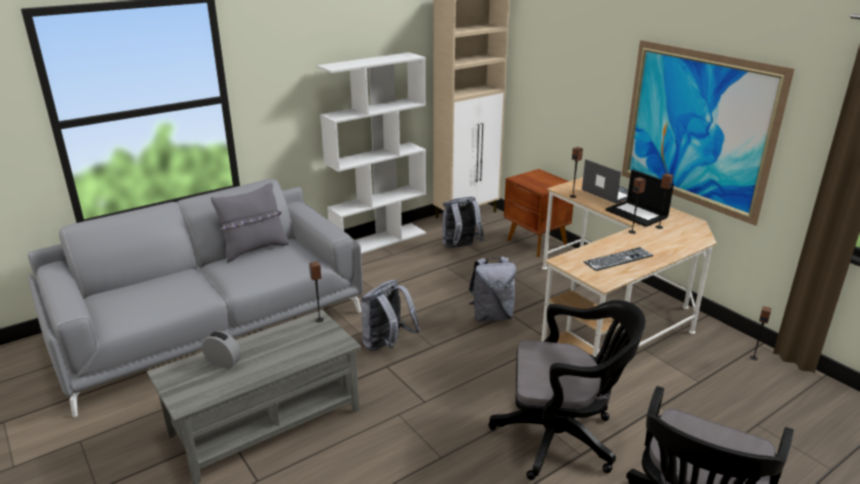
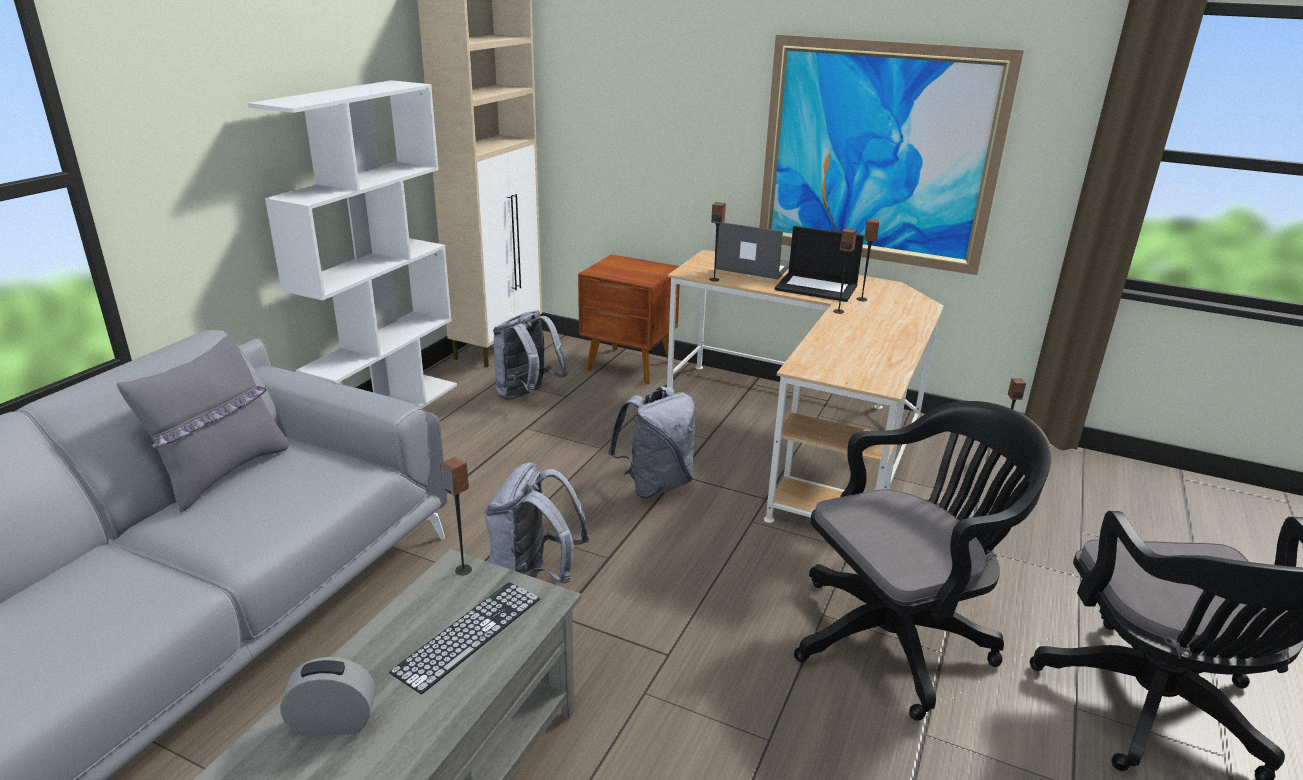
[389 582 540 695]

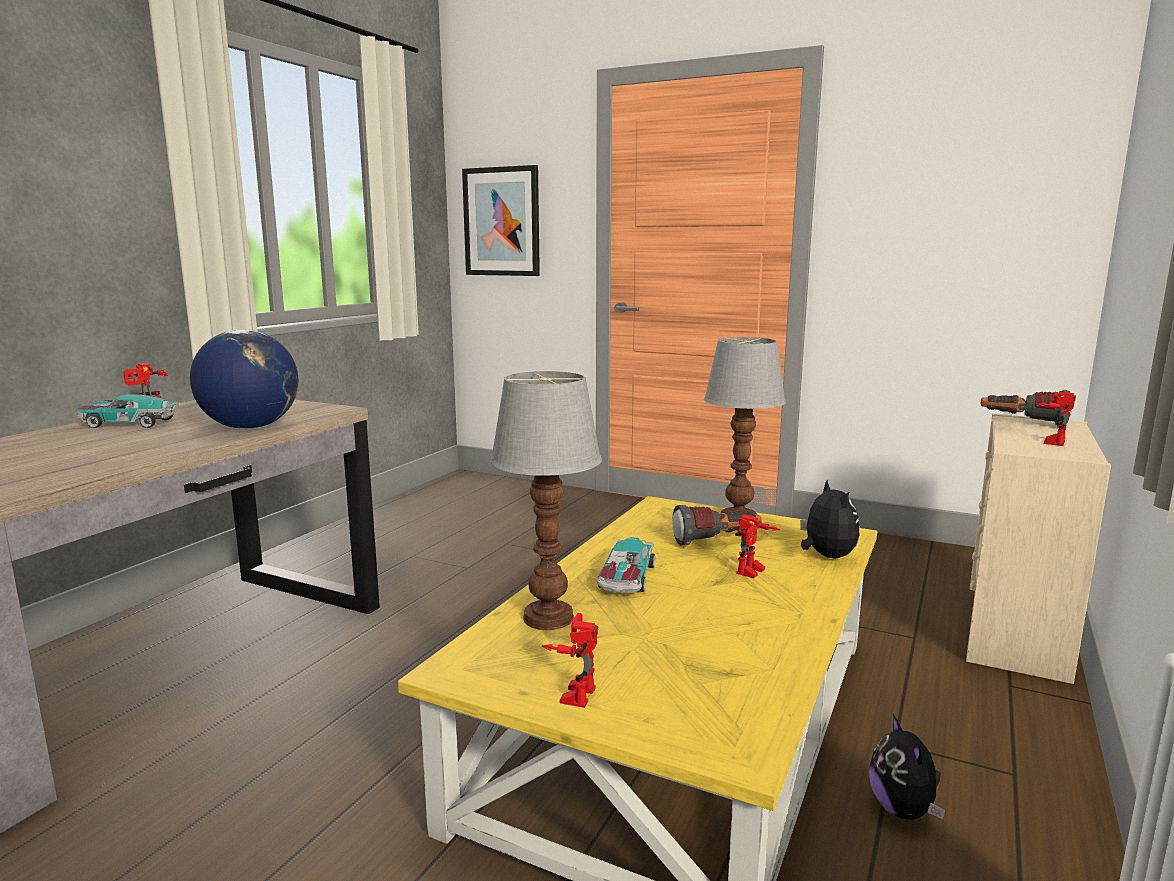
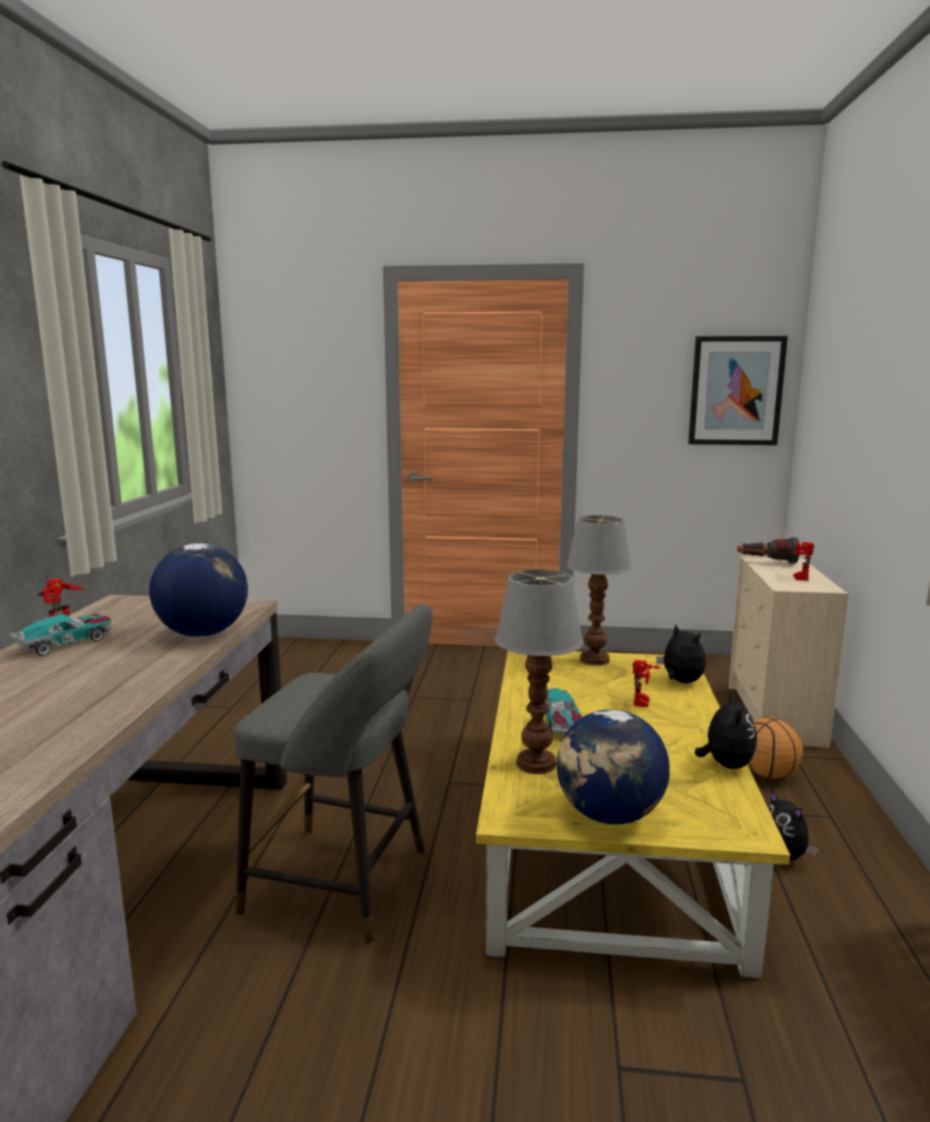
[673 505 762 545] (first image)
[234 604 432 944]
[695 691 757 769]
[747 717 803 778]
[688 336 788 445]
[557 709 670 825]
[10 614 112 656]

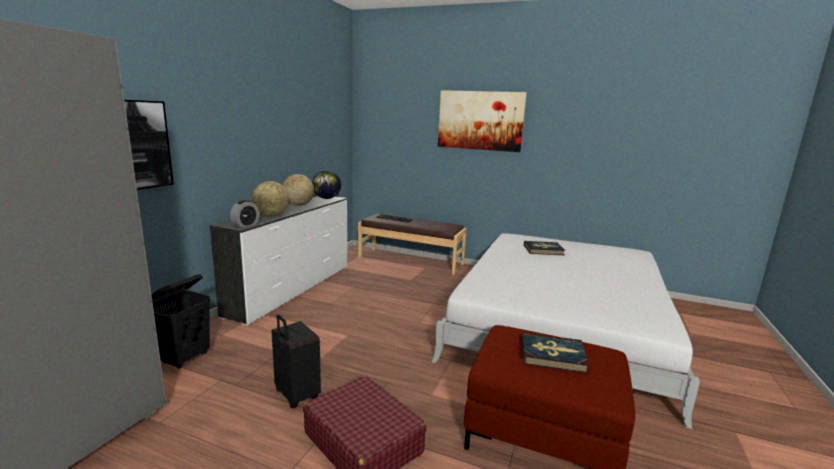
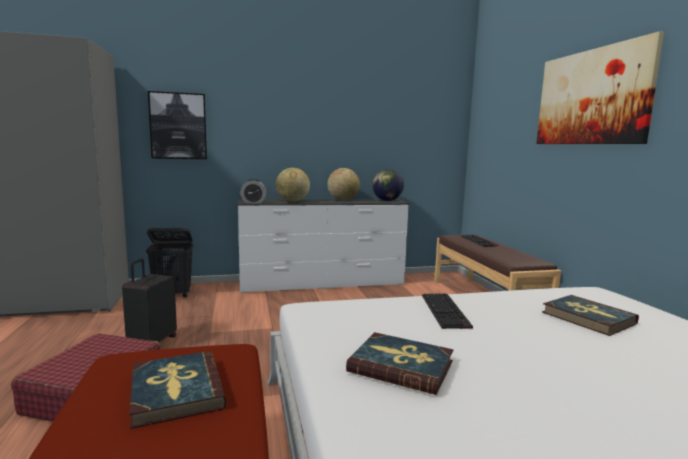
[346 332 454 395]
[422 293 473 329]

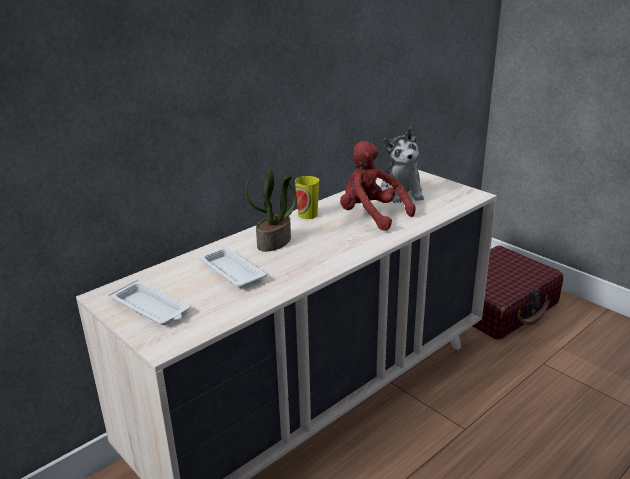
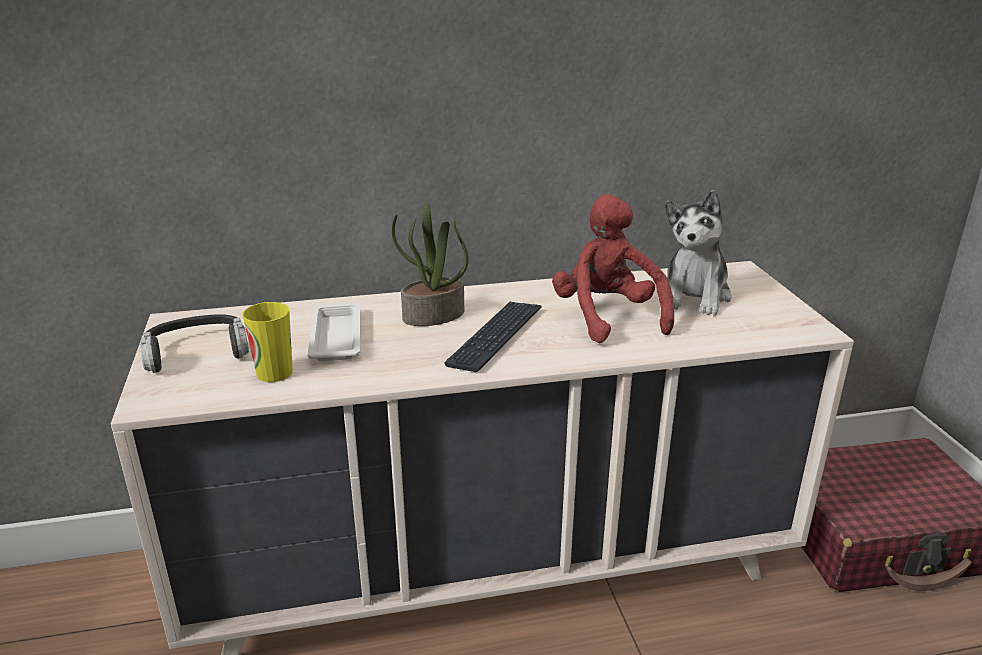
[444 302 541 372]
[242 302 293 382]
[140 314 249 373]

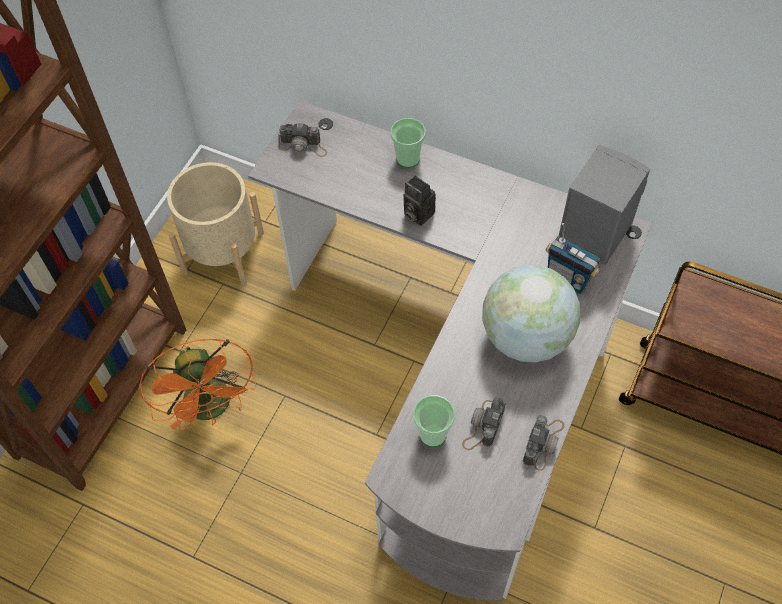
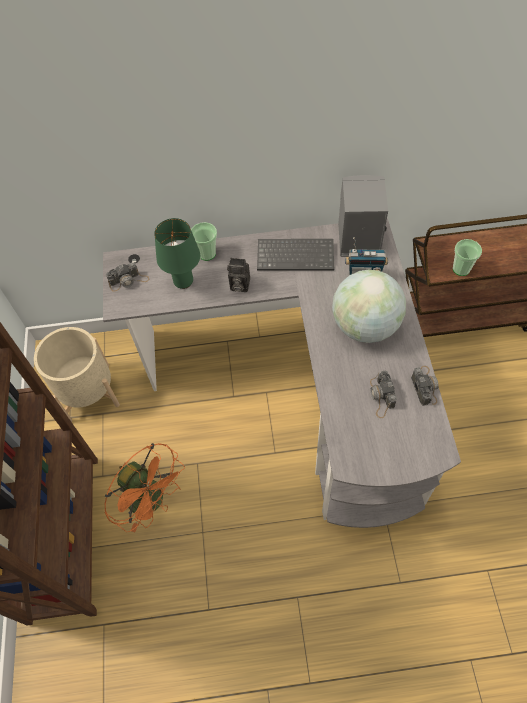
[154 218 200 289]
[257 239 334 271]
[453 239 482 276]

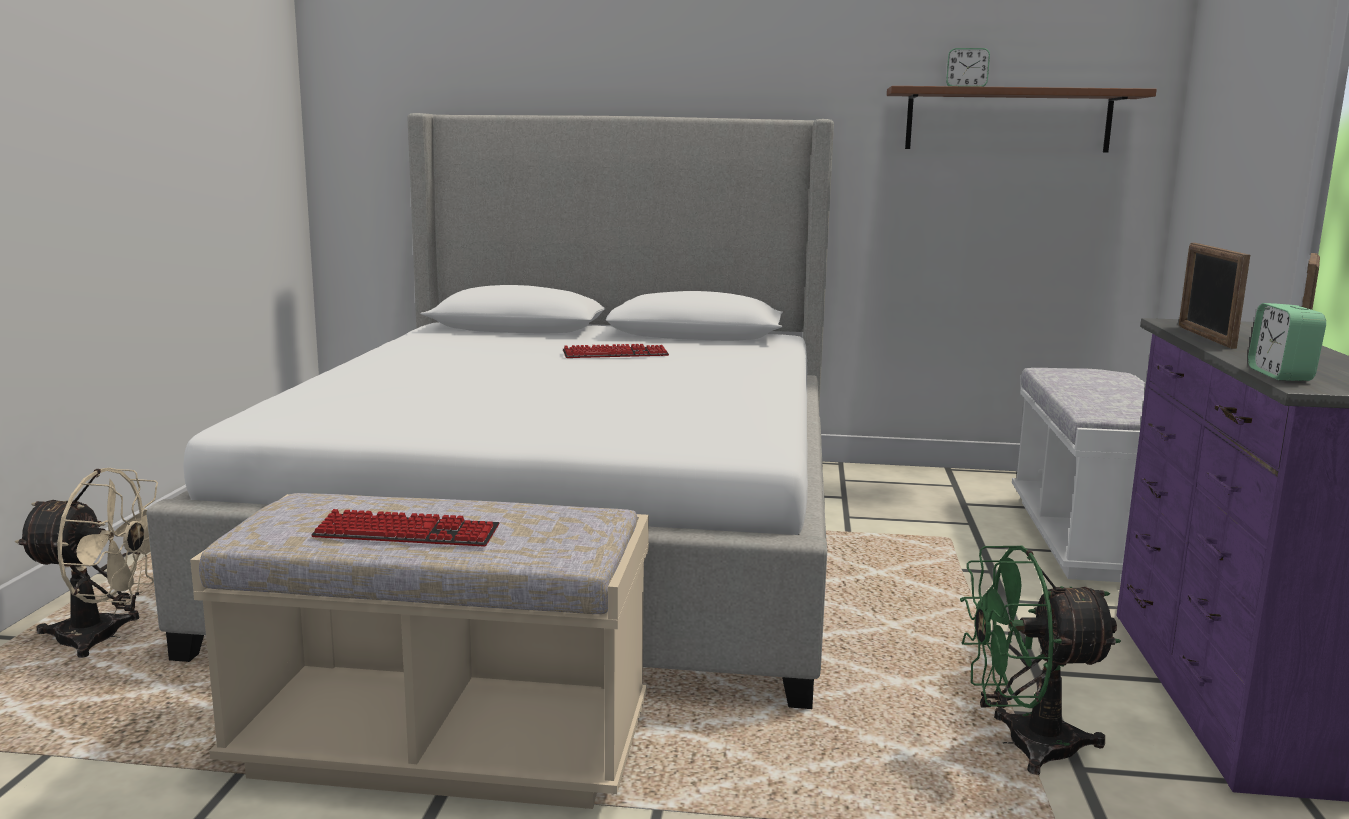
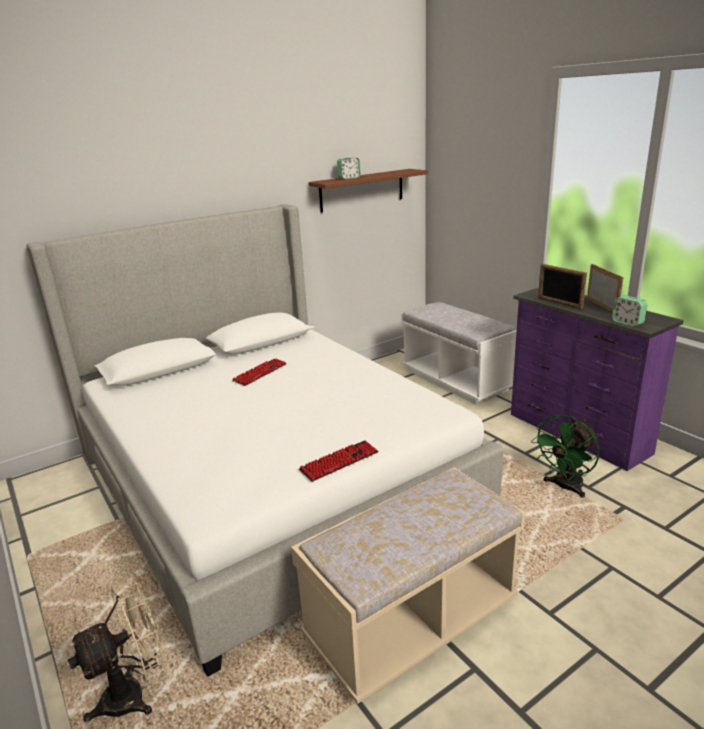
[299 440 378 482]

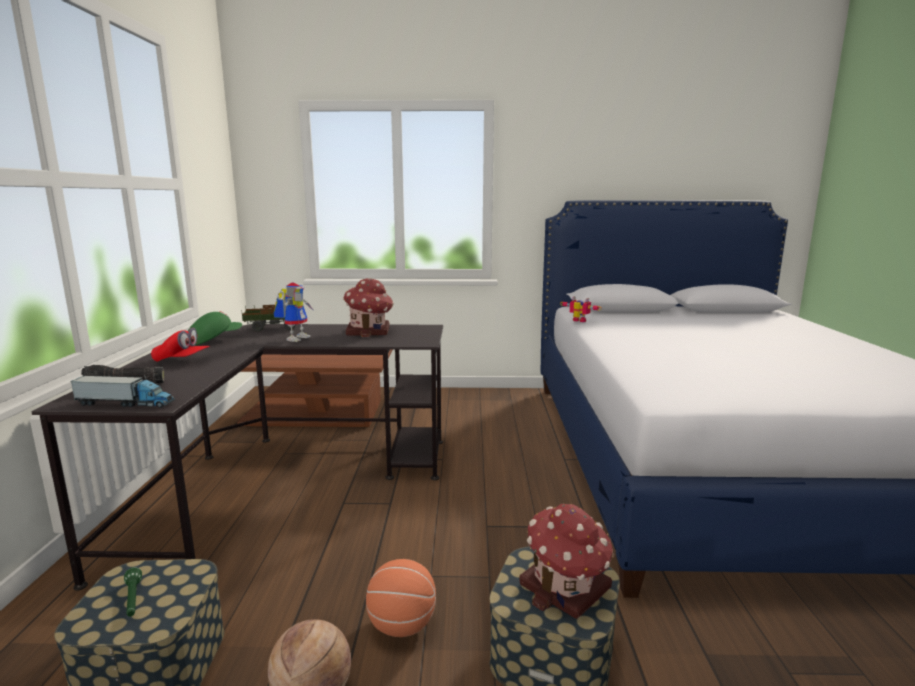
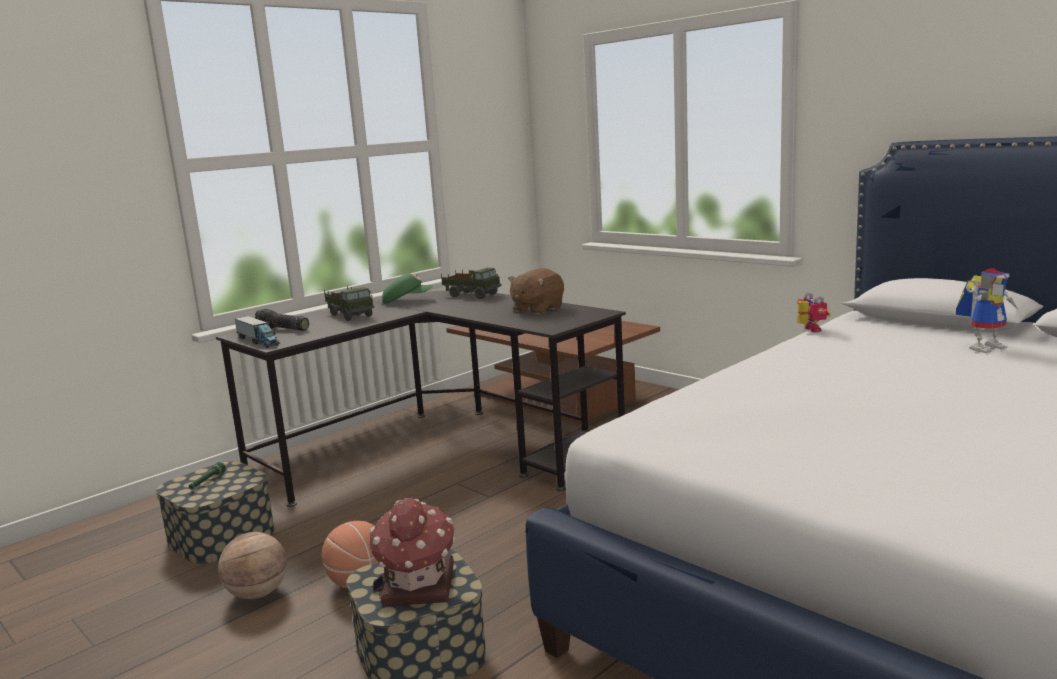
[956 268 1019 353]
[324 286 374 321]
[508 268 564 315]

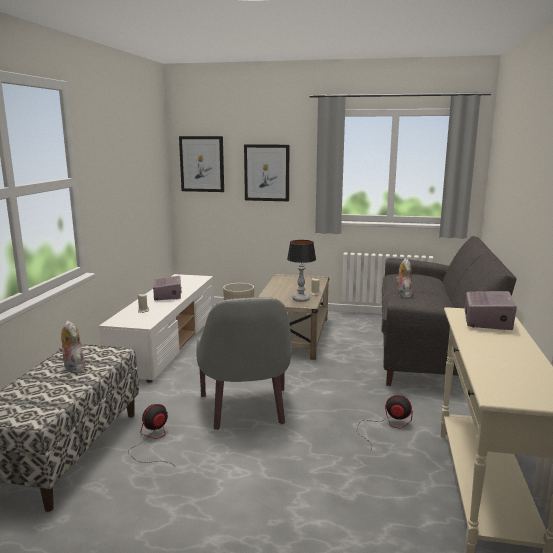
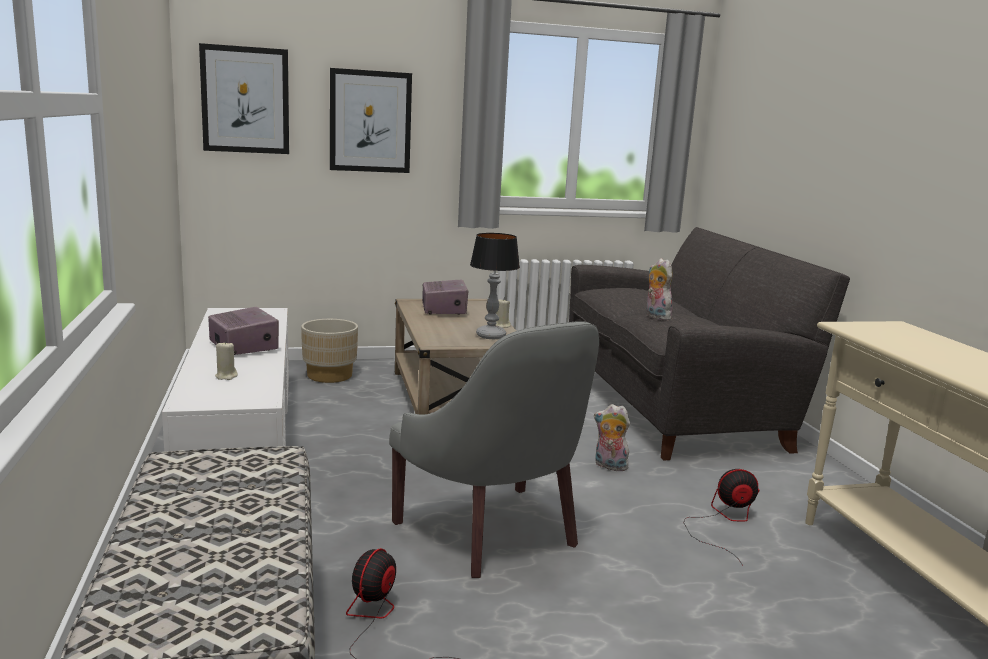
[594 404 630 471]
[422 280 468 315]

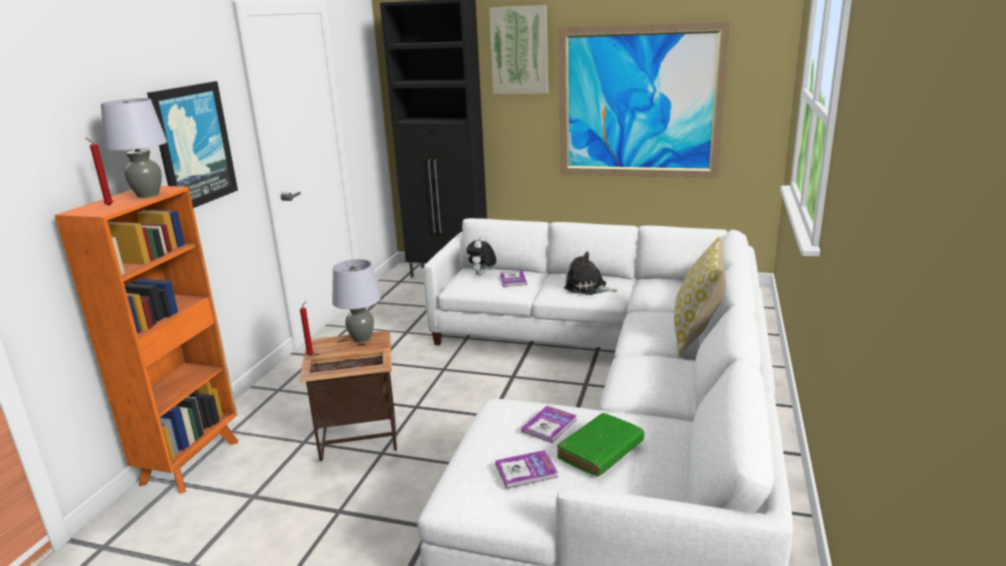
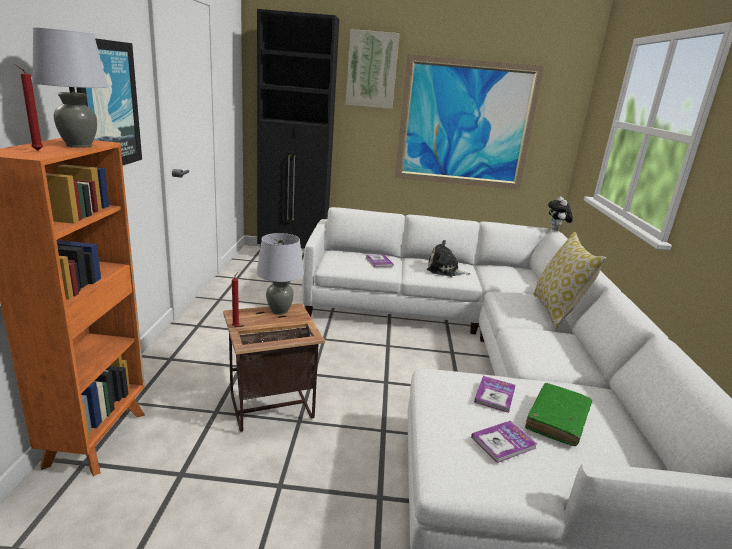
[548 197 573 230]

